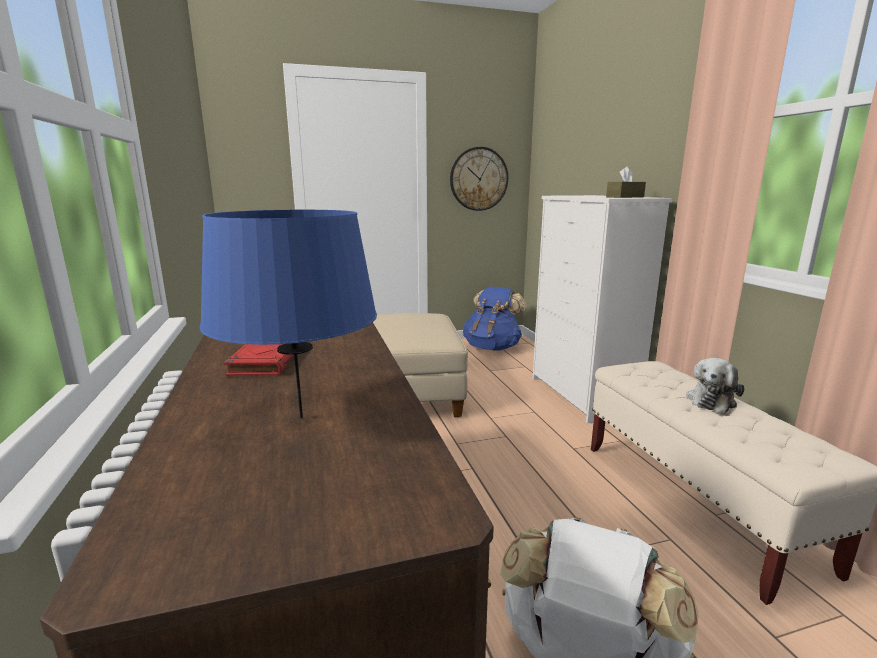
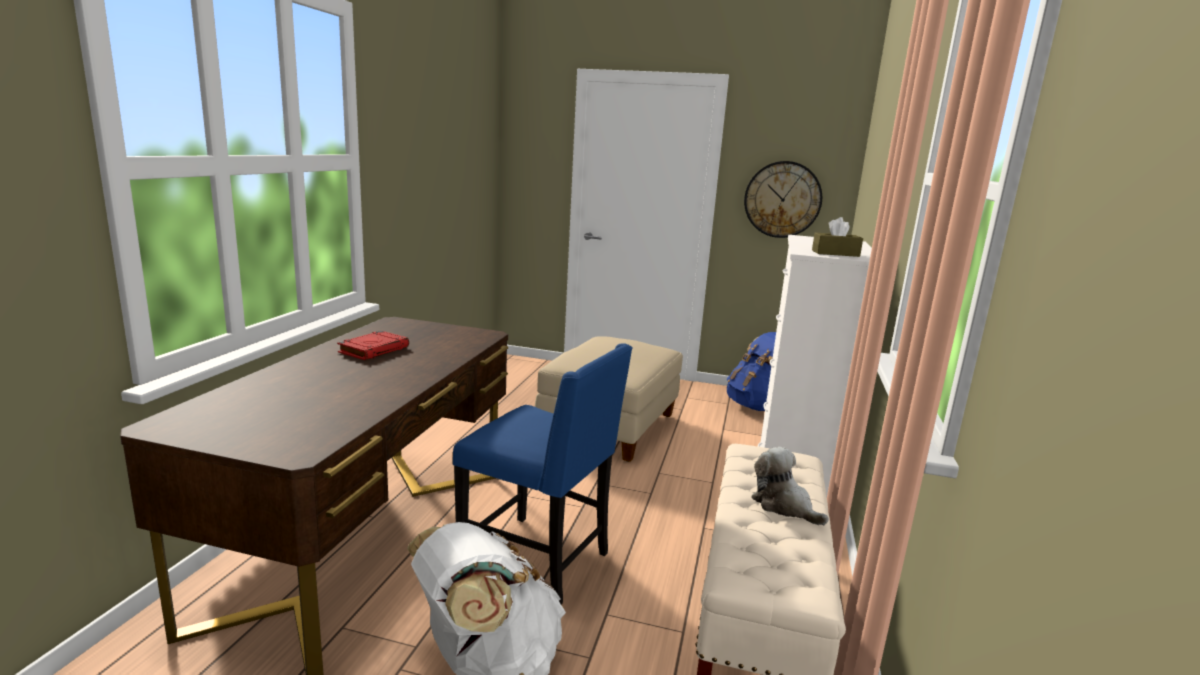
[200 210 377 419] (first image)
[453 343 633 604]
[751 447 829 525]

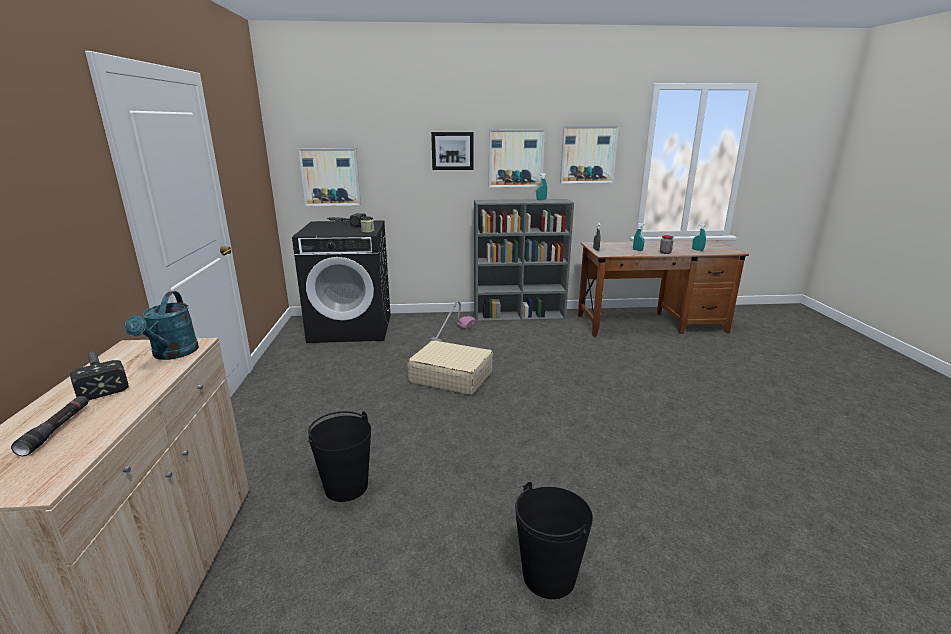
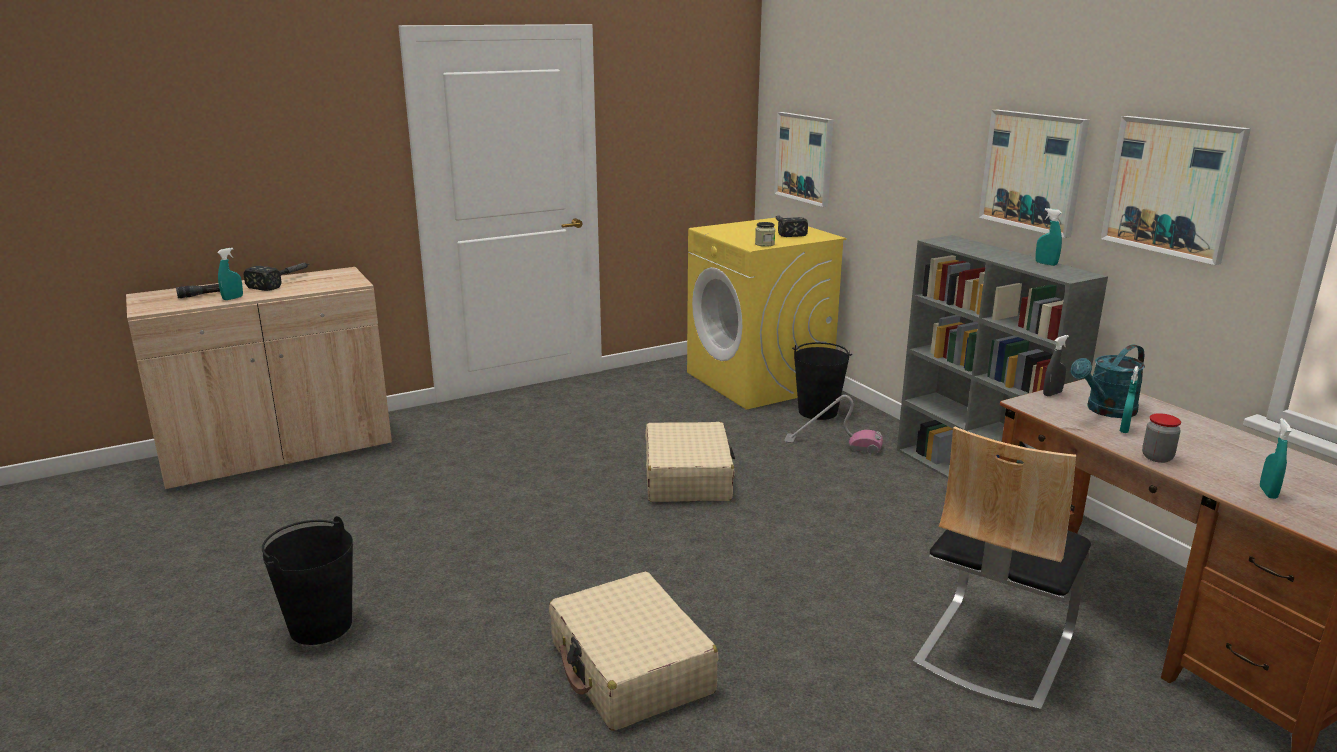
[431 132 474 170] (first image)
[217 248 243 300]
[549 571 718 731]
[912 426 1091 712]
[1071 344 1145 418]
[792 342 852 420]
[687 218 846 410]

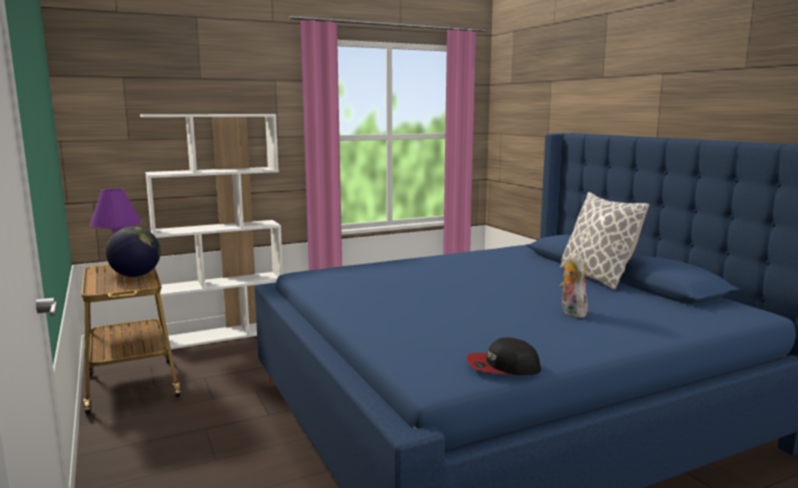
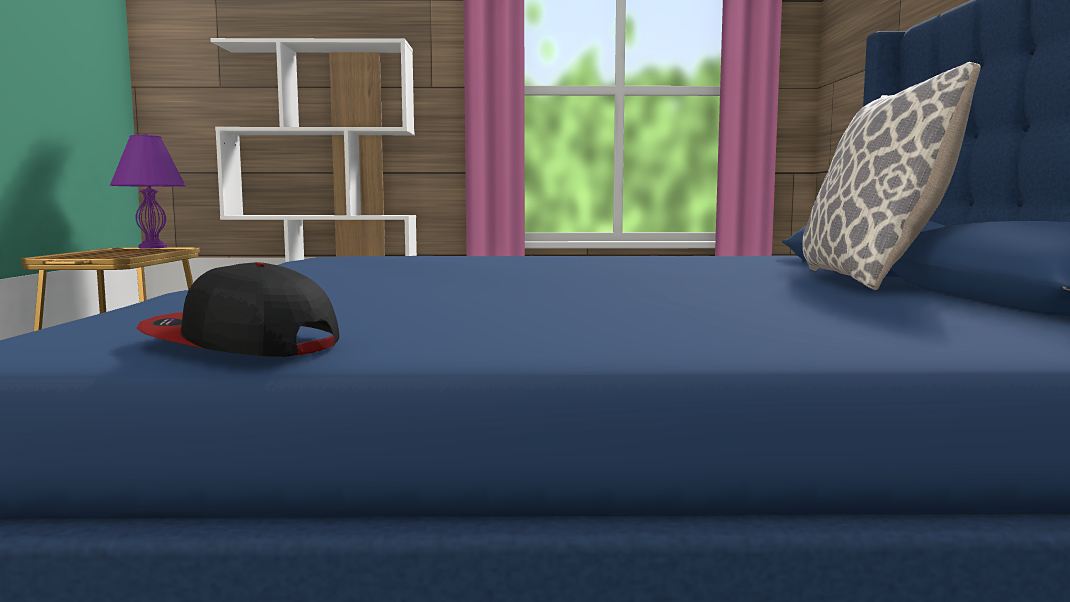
[106 227 161 277] (first image)
[560 252 588 318] (first image)

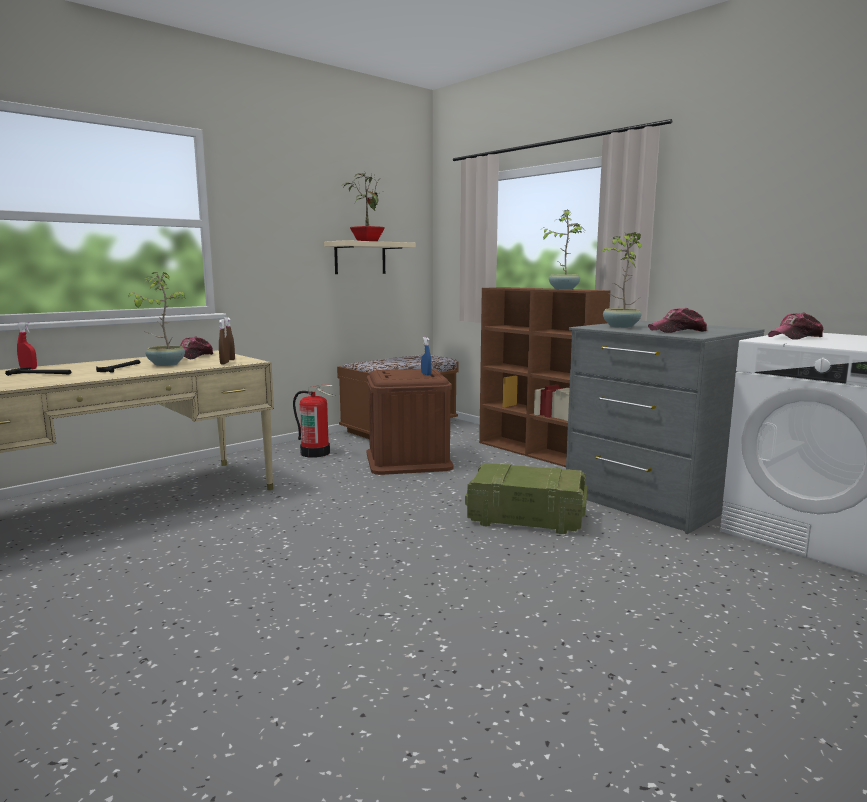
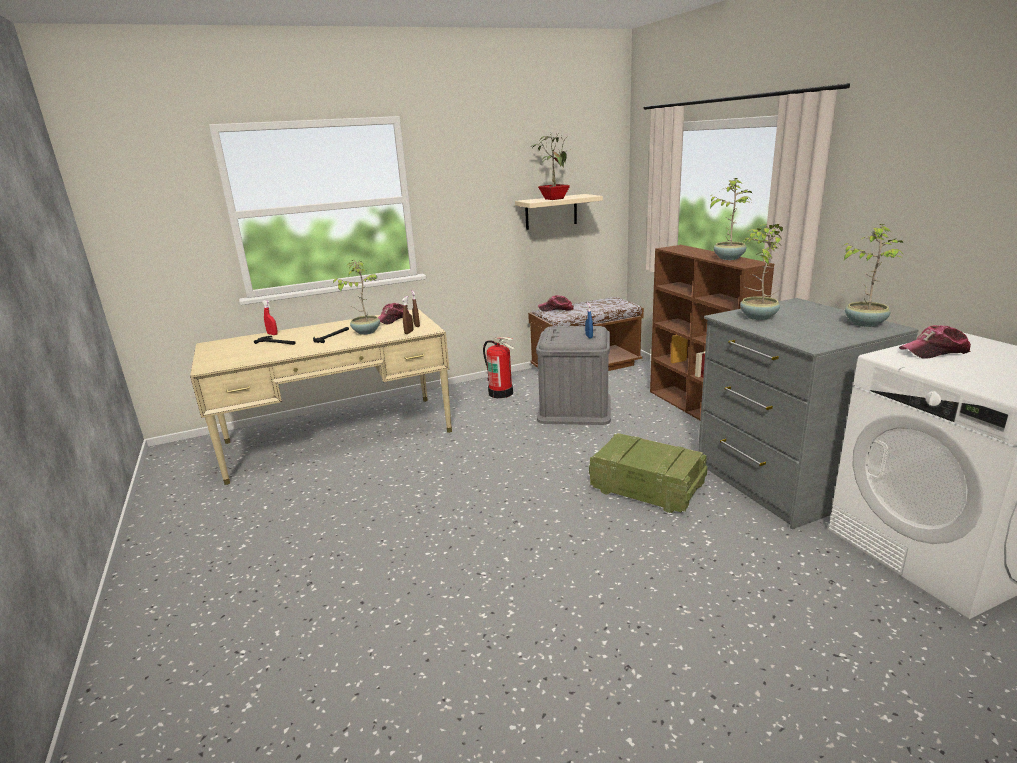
[843 224 904 327]
[538 295 574 312]
[536 326 611 425]

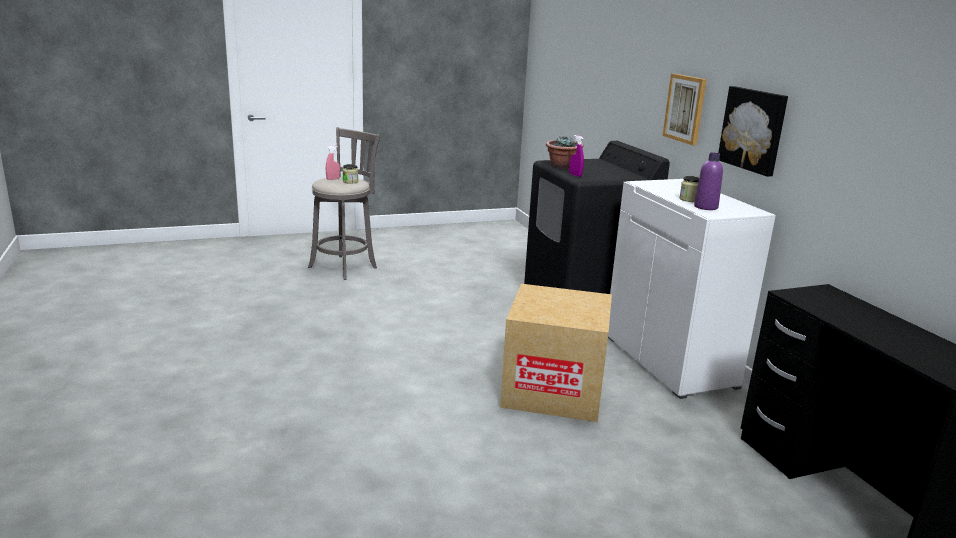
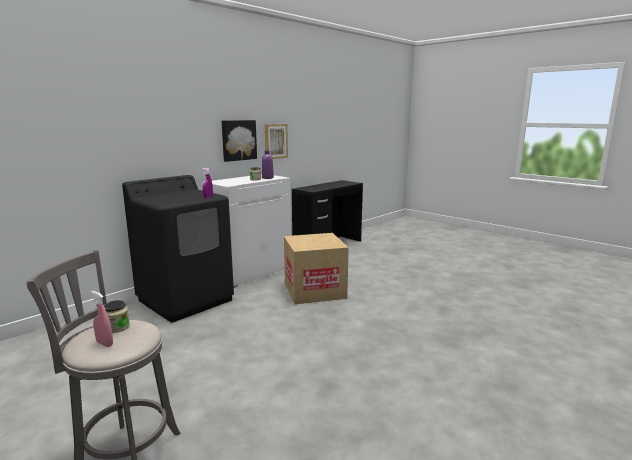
[546 136 584 169] (first image)
[265 124 288 159]

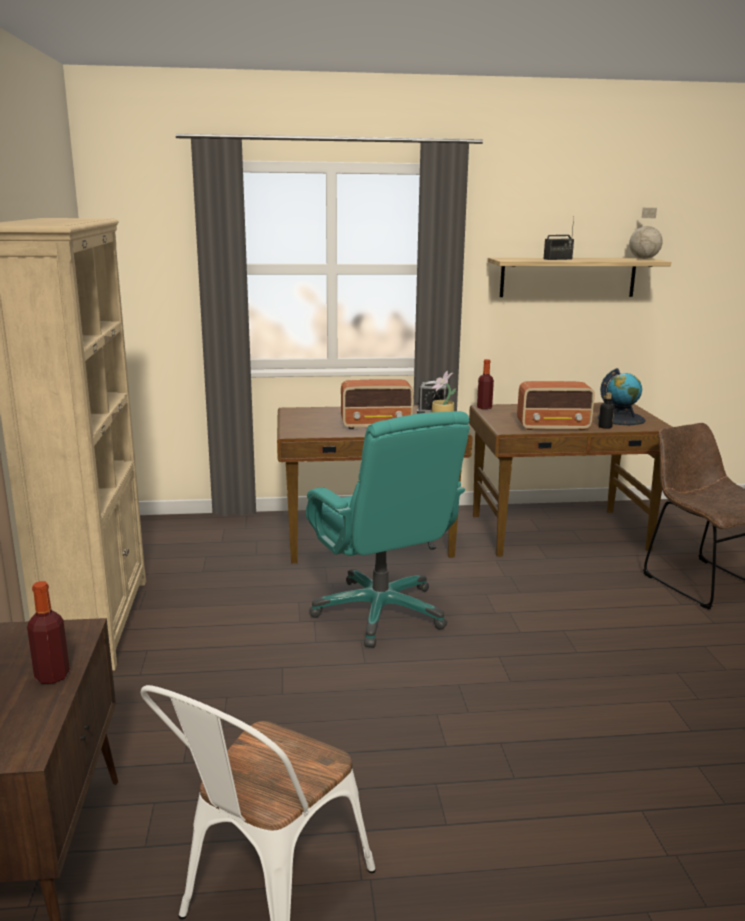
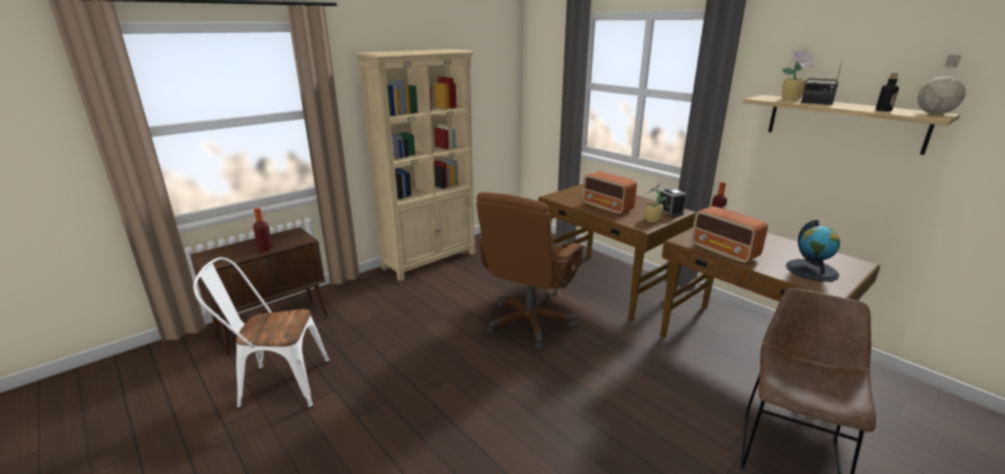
[782 49 814 100]
[876 73 899 112]
[476 192 583 349]

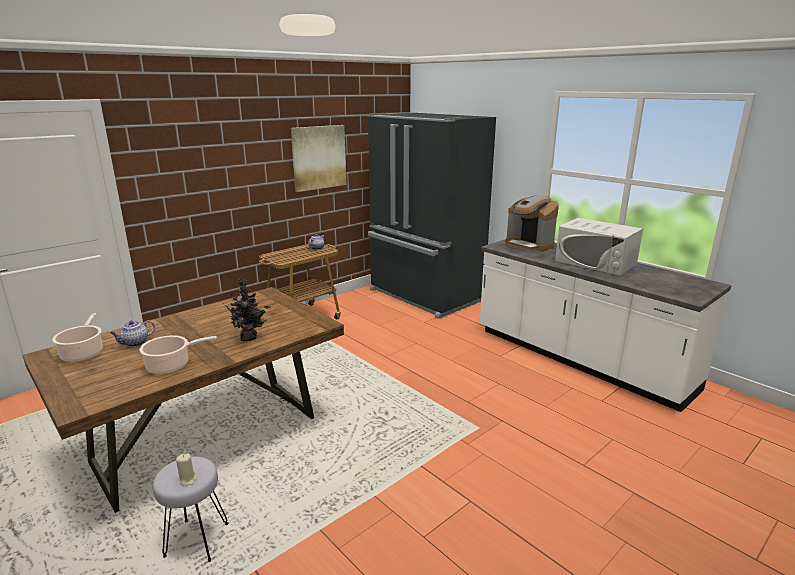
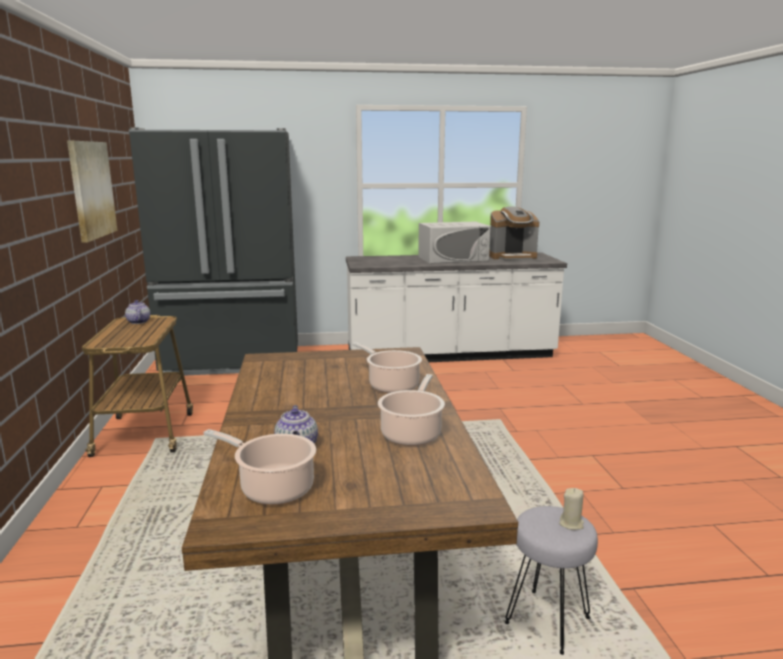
[489 206 539 260]
[352 342 422 393]

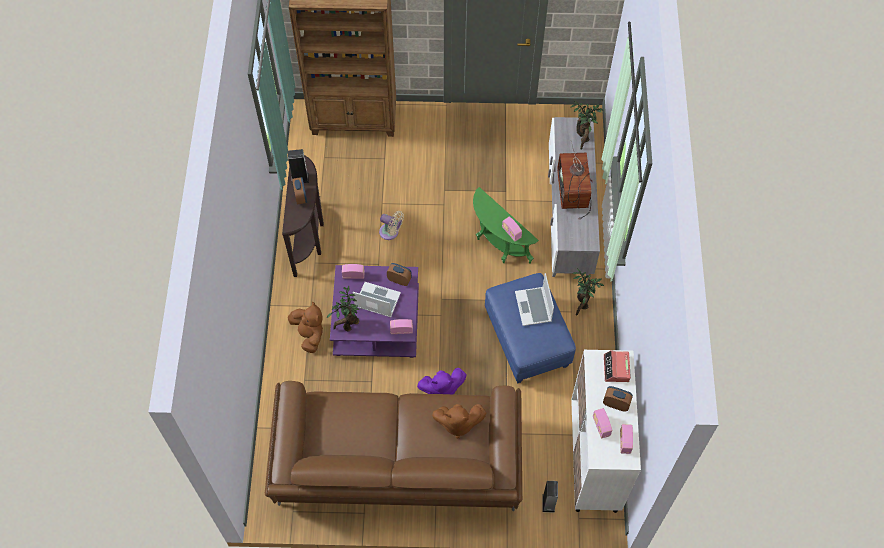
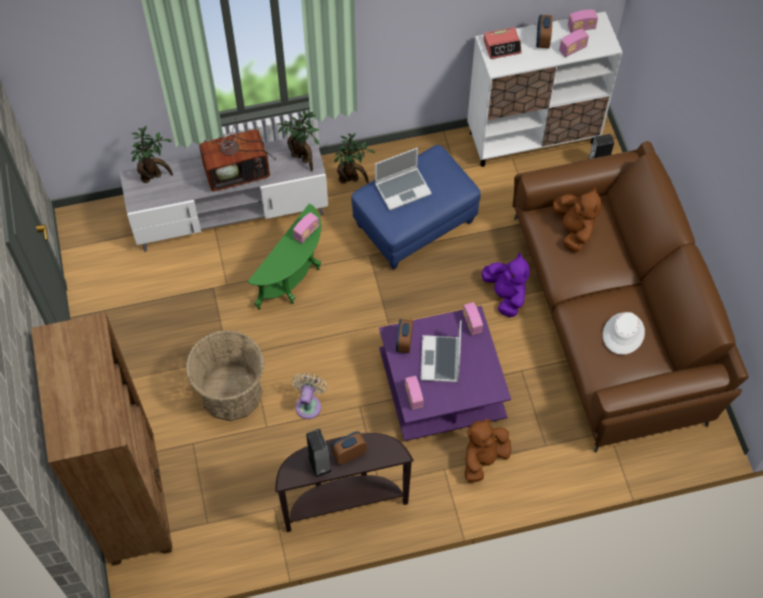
[186 330 264 421]
[603 312 645 355]
[278 110 320 171]

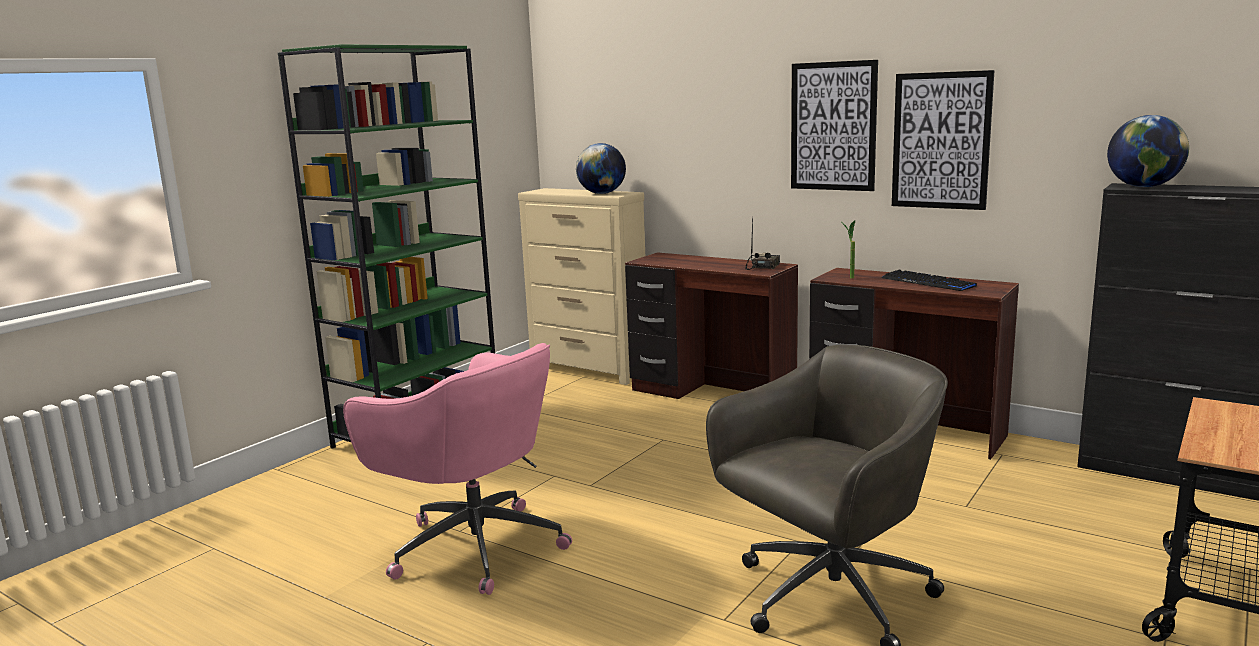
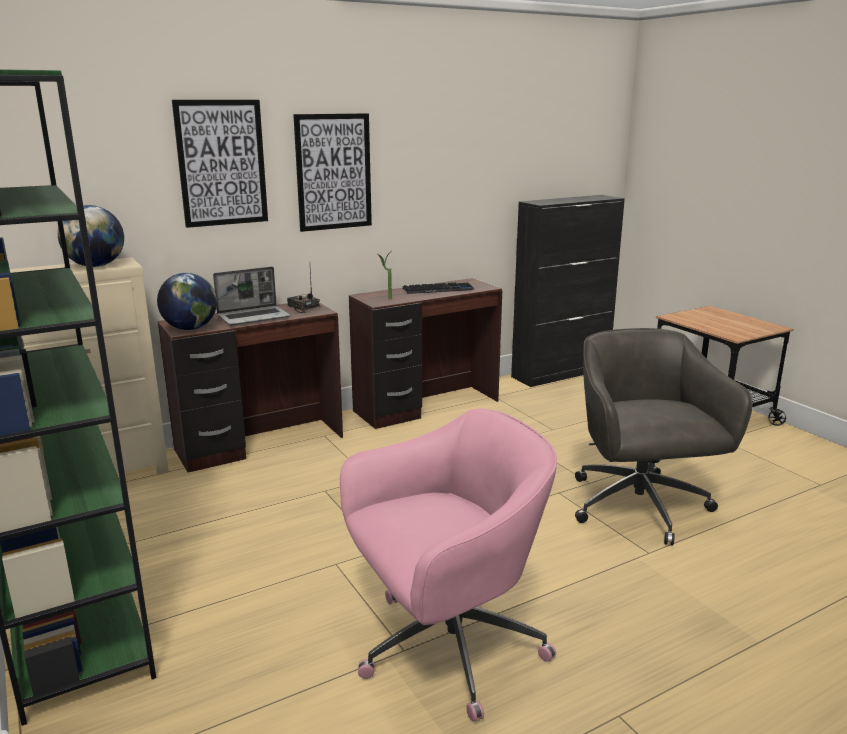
[213 267 290 325]
[172 100 268 228]
[157 273 217 330]

